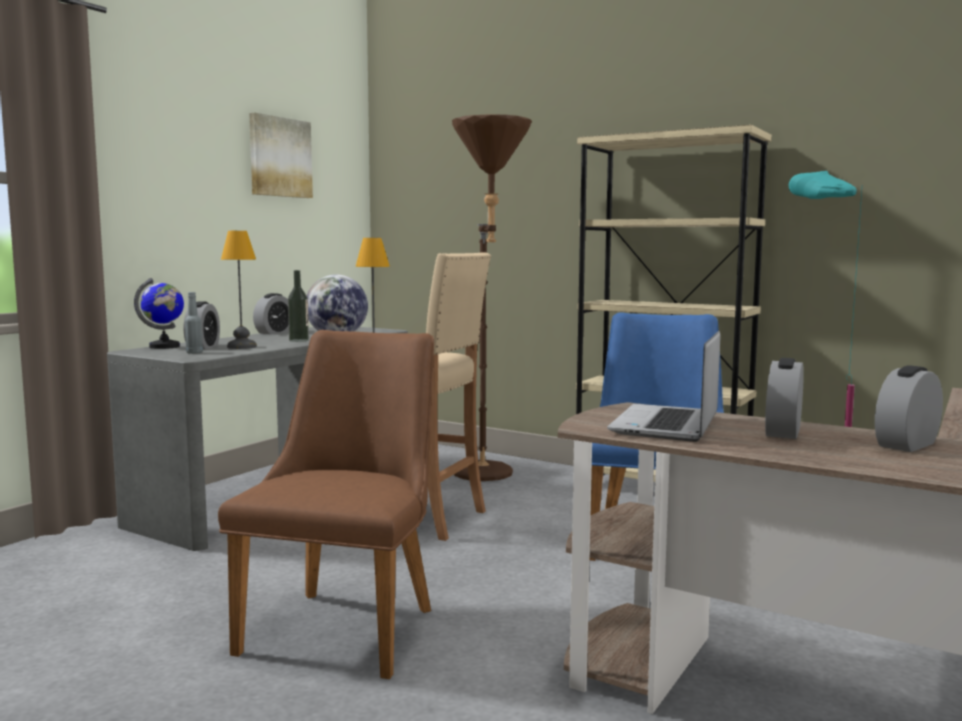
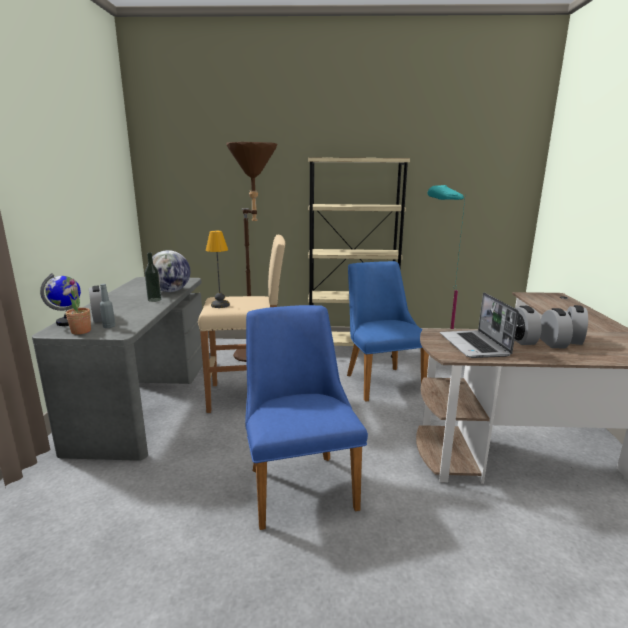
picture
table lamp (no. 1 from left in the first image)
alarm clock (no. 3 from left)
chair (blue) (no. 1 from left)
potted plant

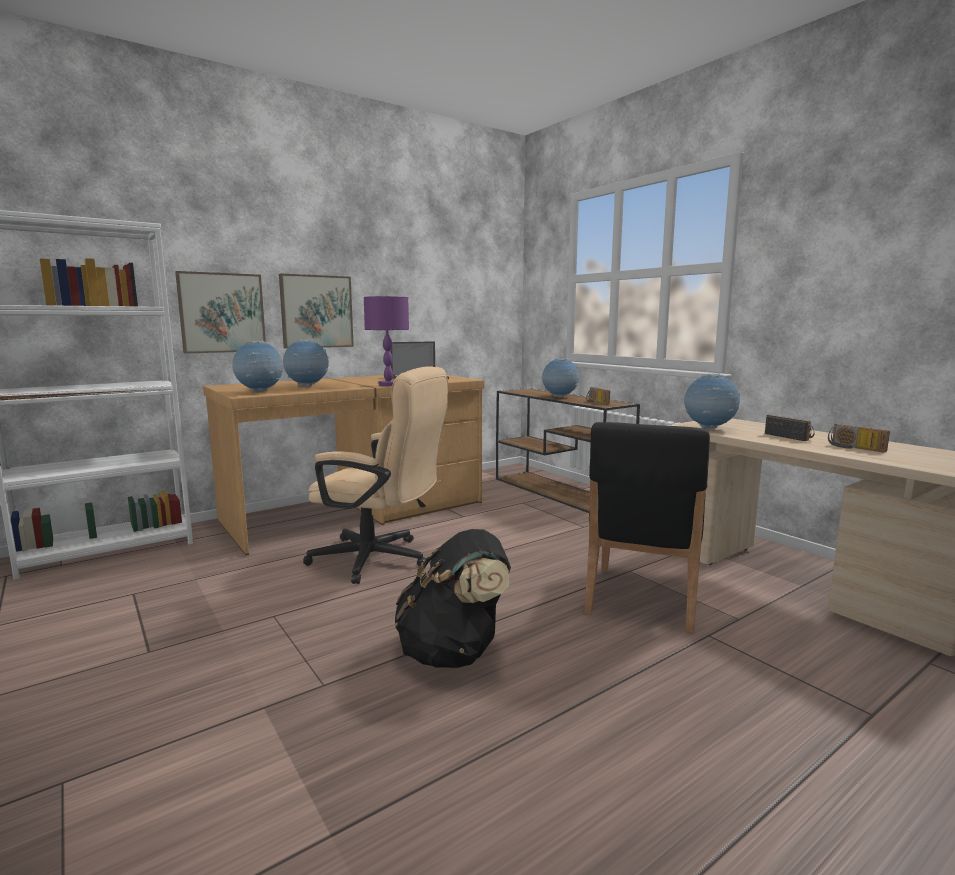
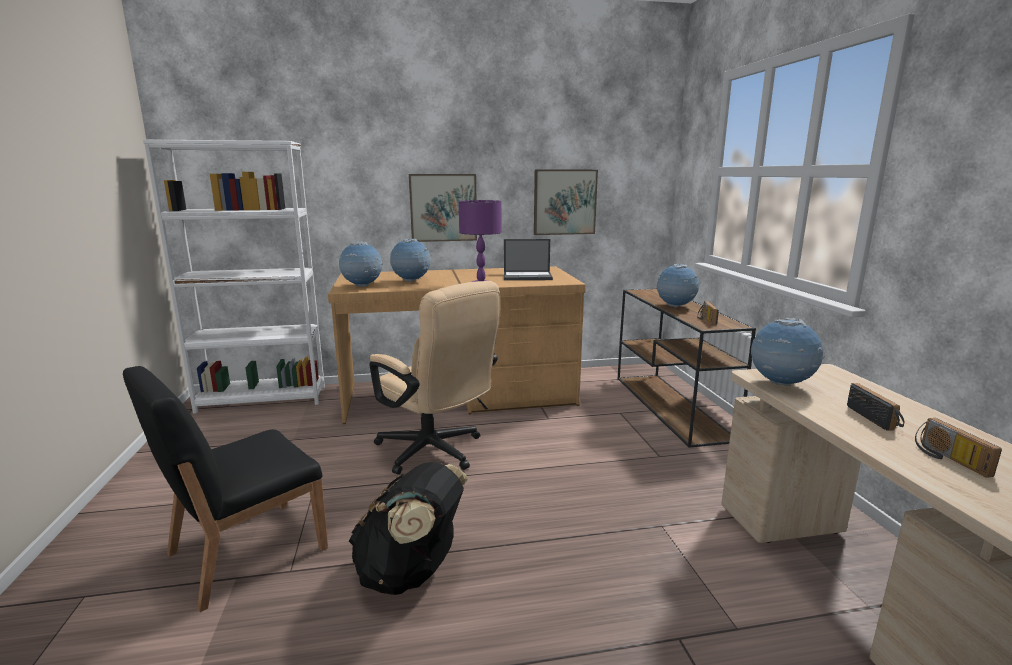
picture (no. 2 from left)
chair (black)

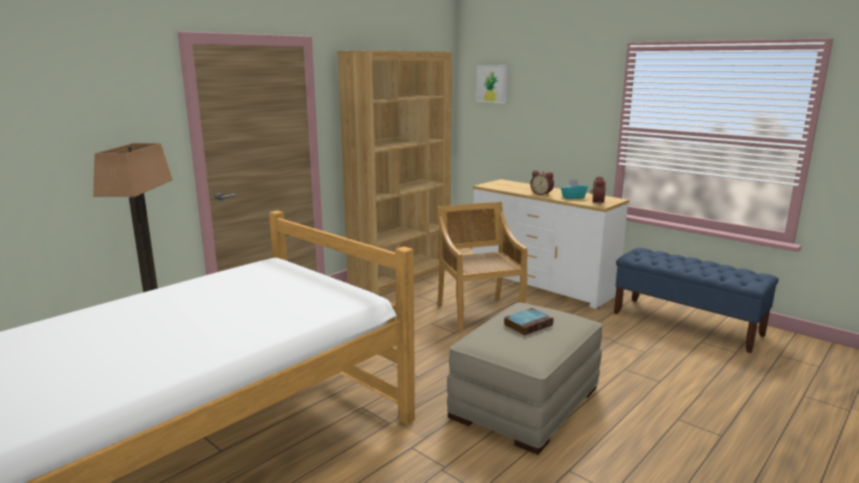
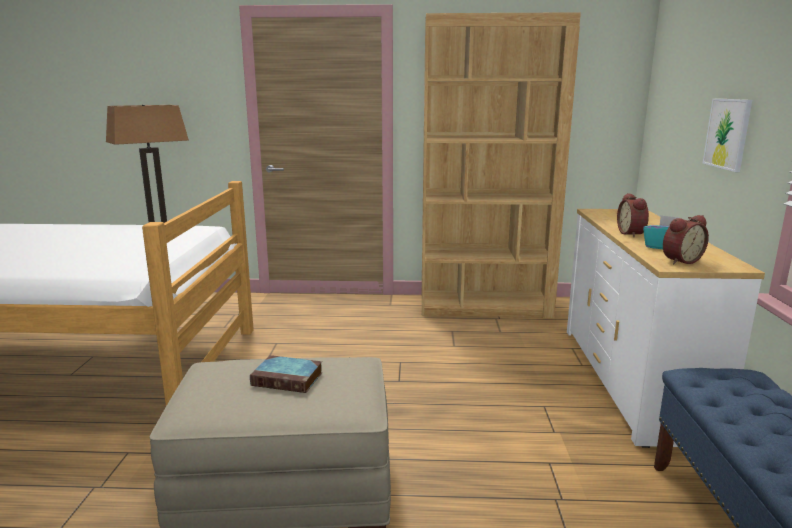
picture
chair (beige)

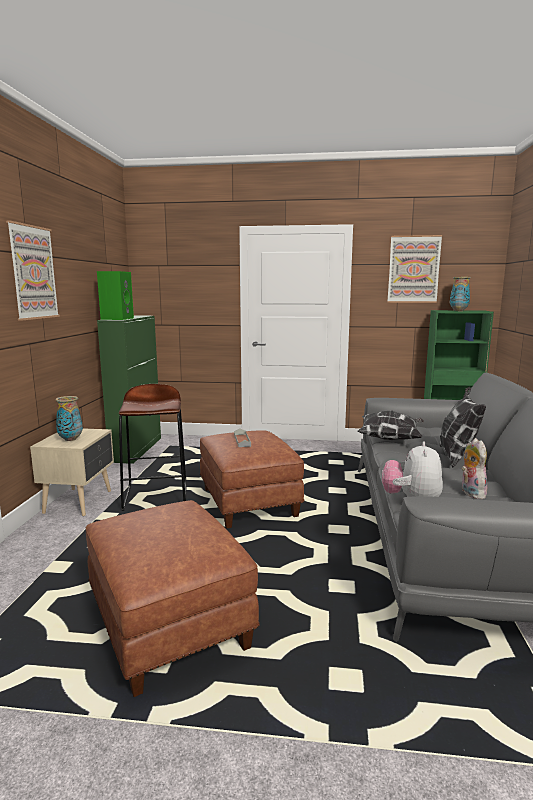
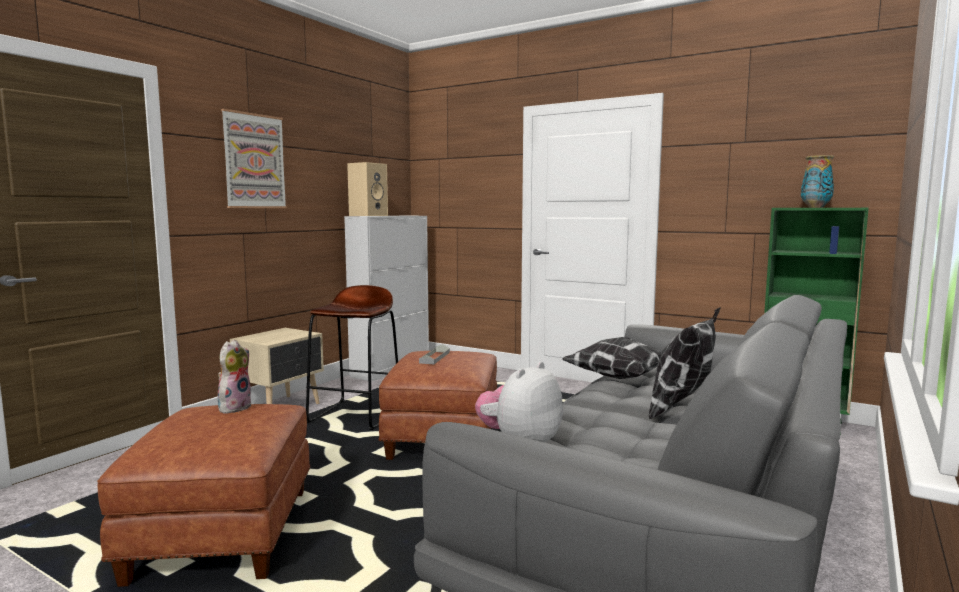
picture (no. 2 from left in the first image)
speaker (beige)
cabinet (white)
vase (no. 1 from left in the first image)
plush toy (no. 1 from left)

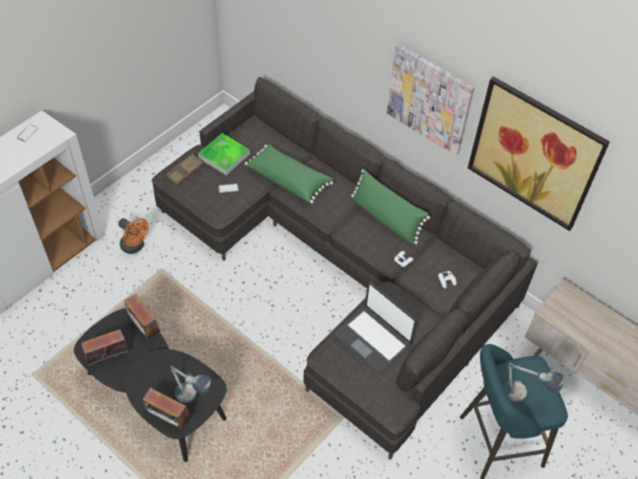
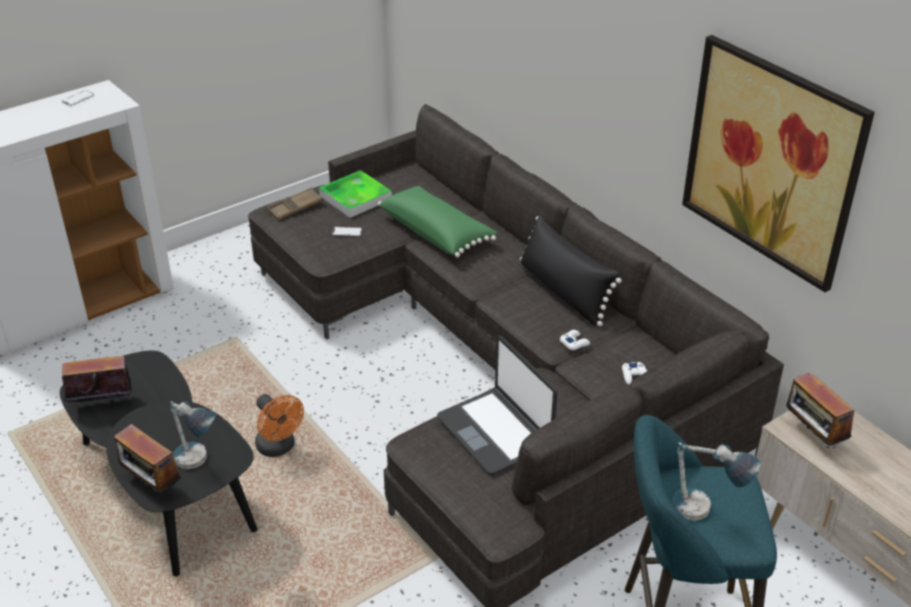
picture (no. 1 from left in the first image)
pillow (black)
fan (orange)
radio (no. 3 from left)

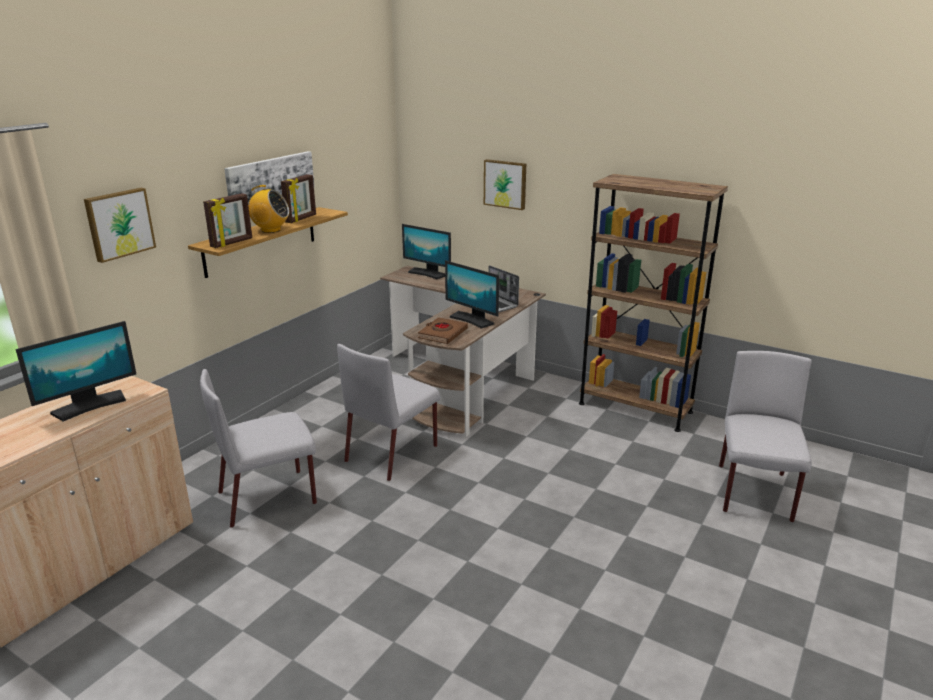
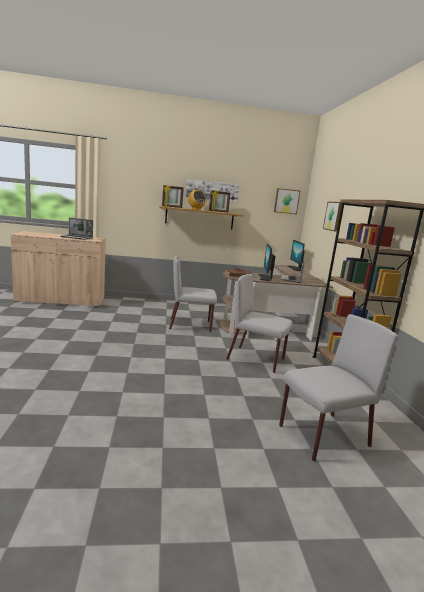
picture (no. 2 from left)
laptop (no. 1 from left)
chair (grey) (no. 2 from left)

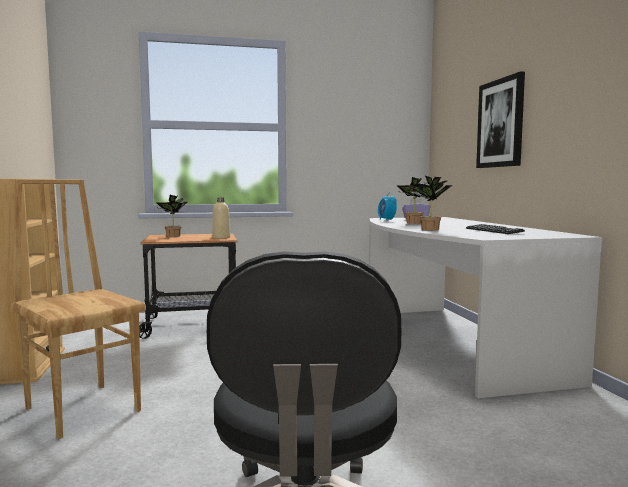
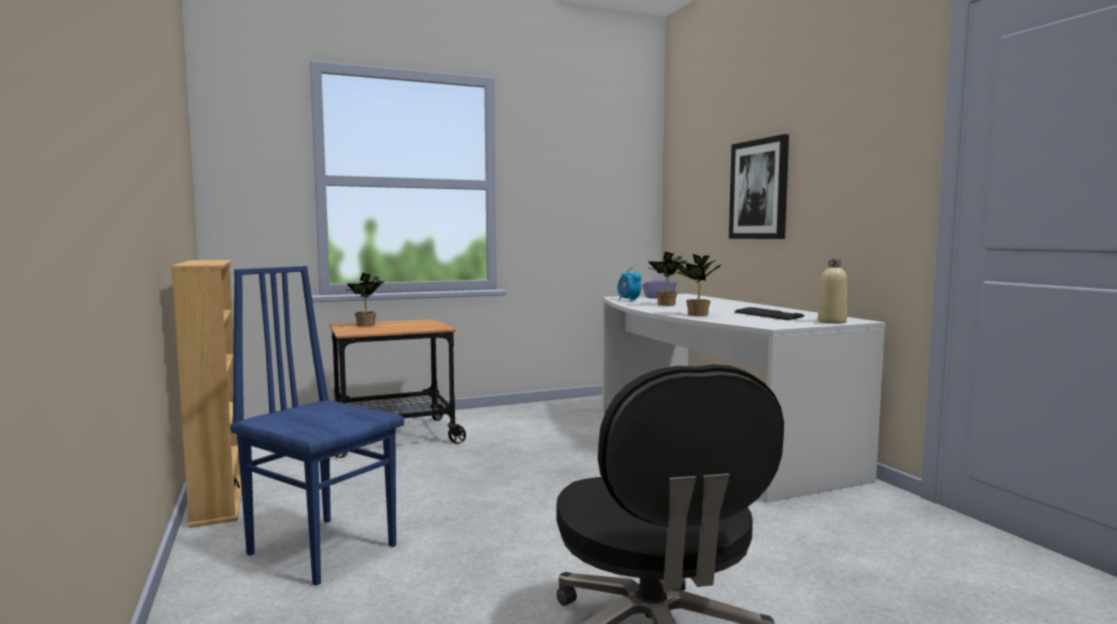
chair (blue)
bottle (beige)

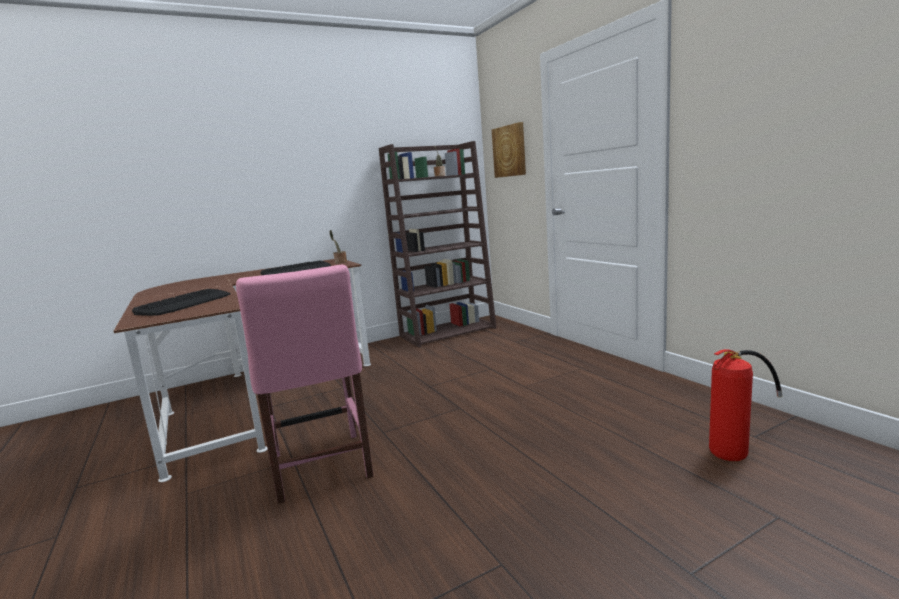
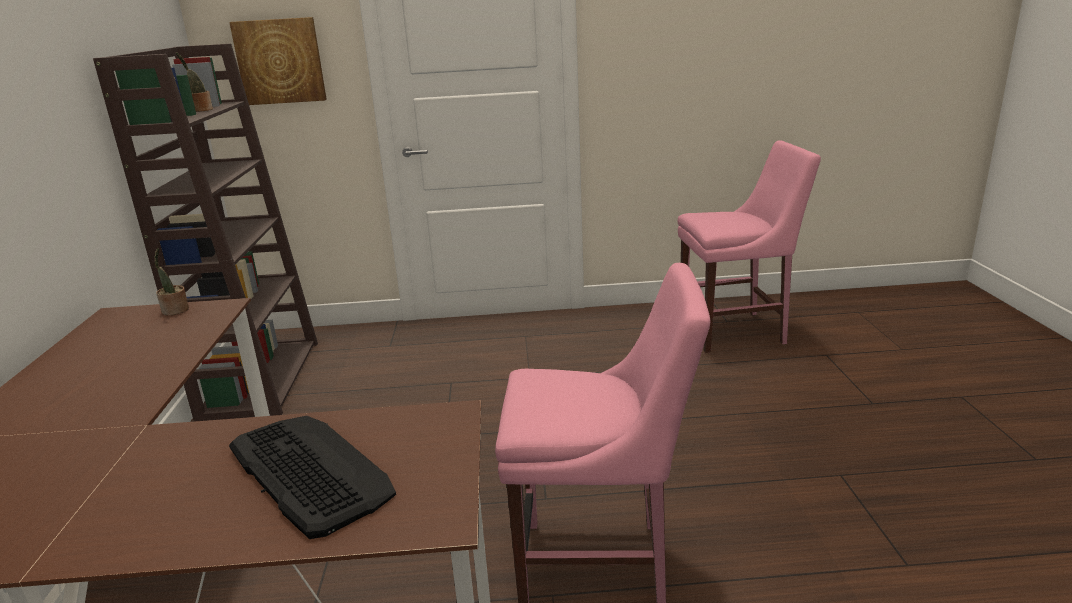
keyboard (no. 2 from left in the first image)
chair (pink) (no. 2 from left)

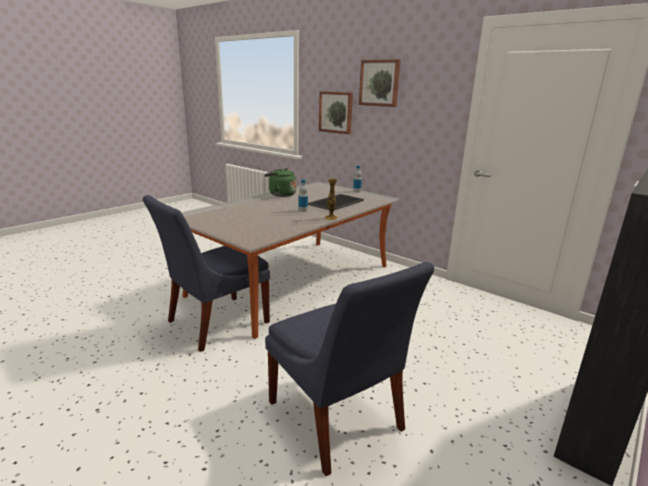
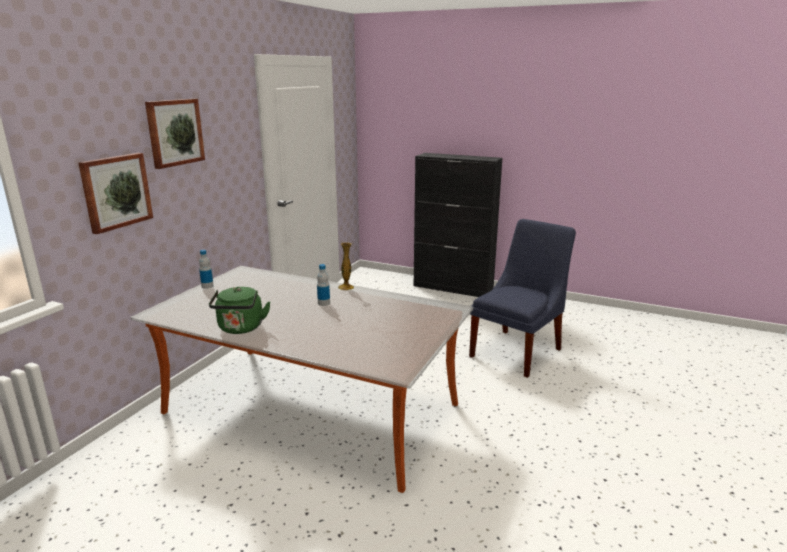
tray
chair (blue) (no. 1 from left in the first image)

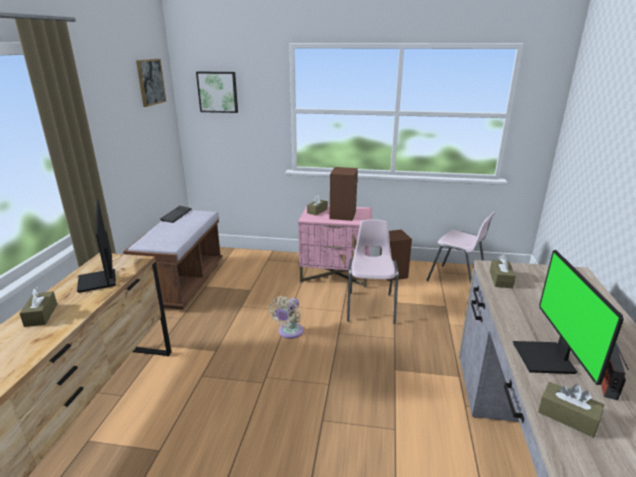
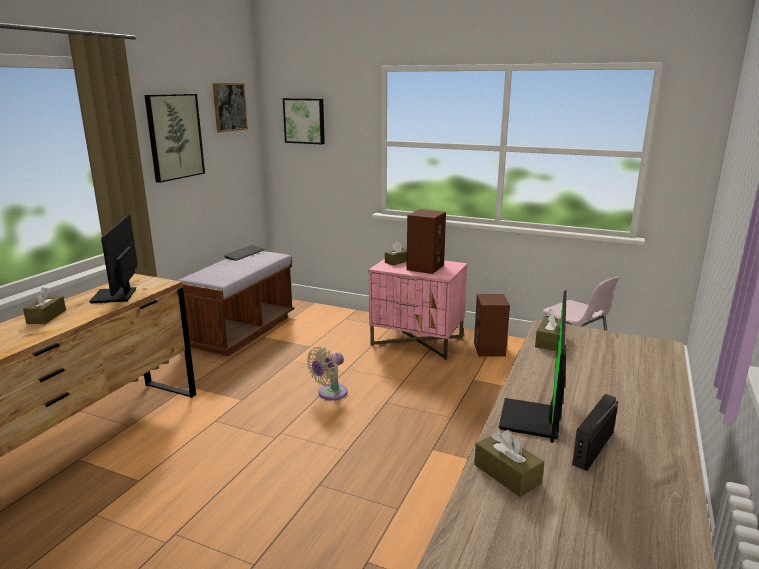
chair (pink) (no. 1 from left in the first image)
picture (no. 1 from left)

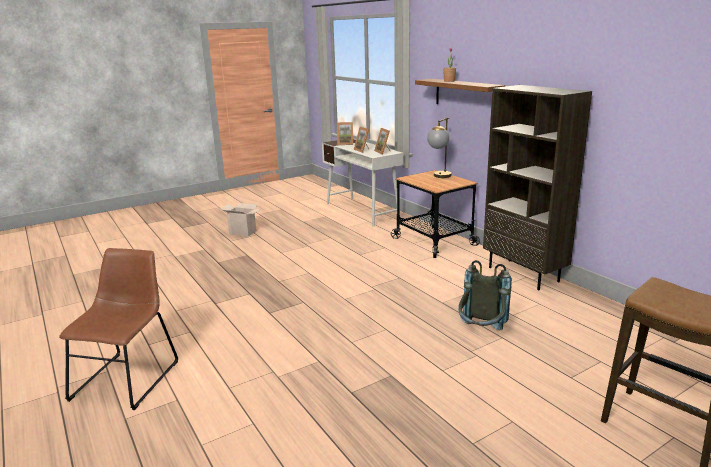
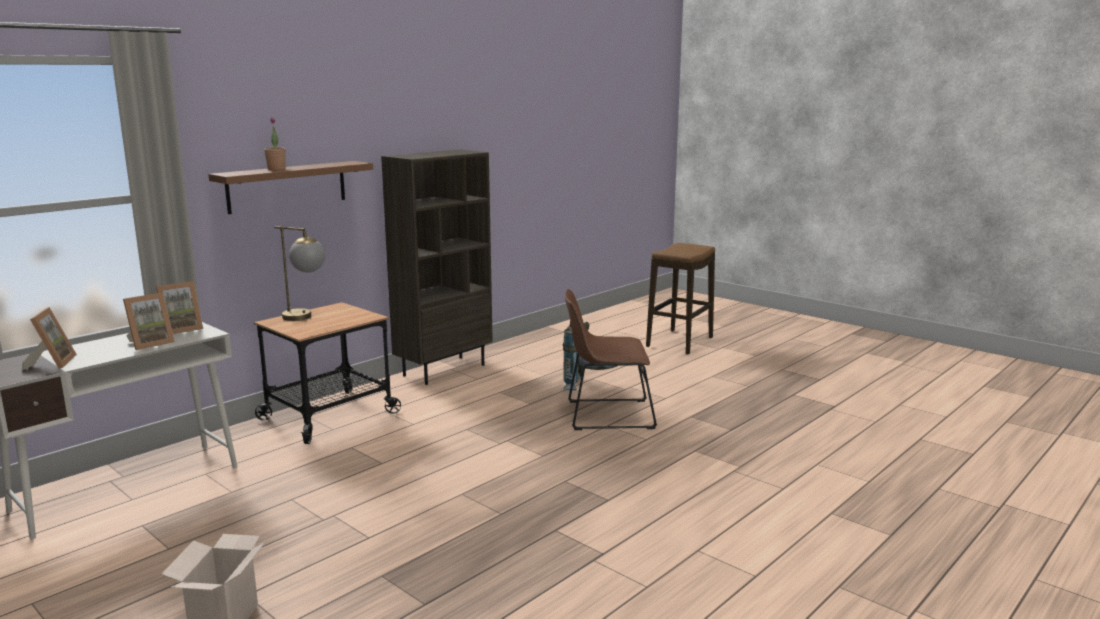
chair (brown)

